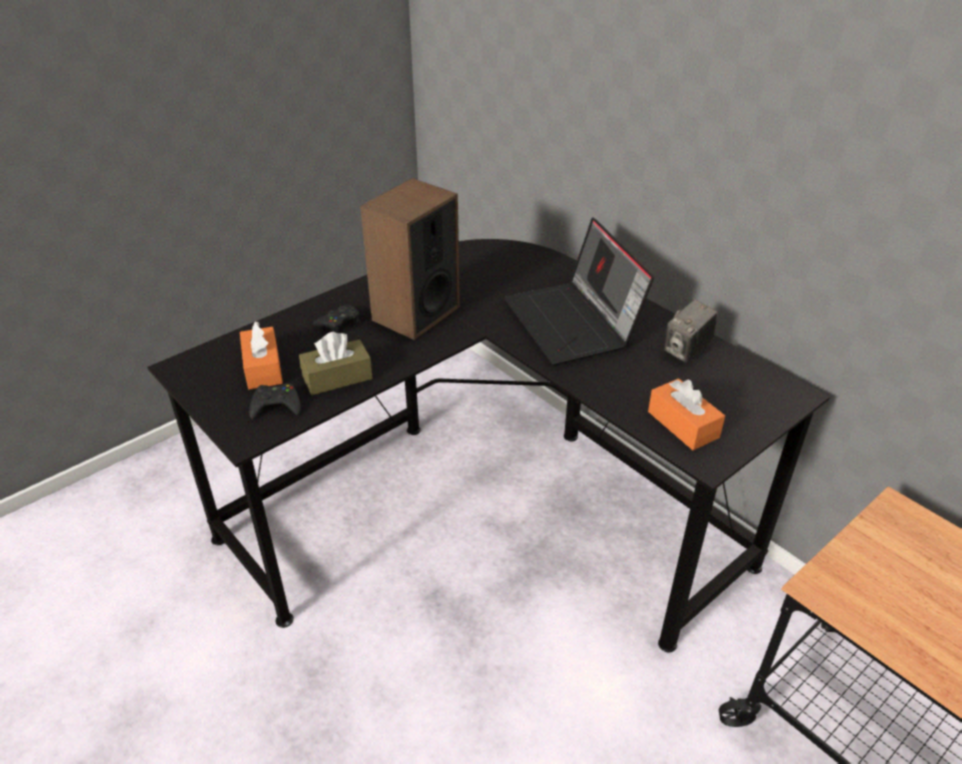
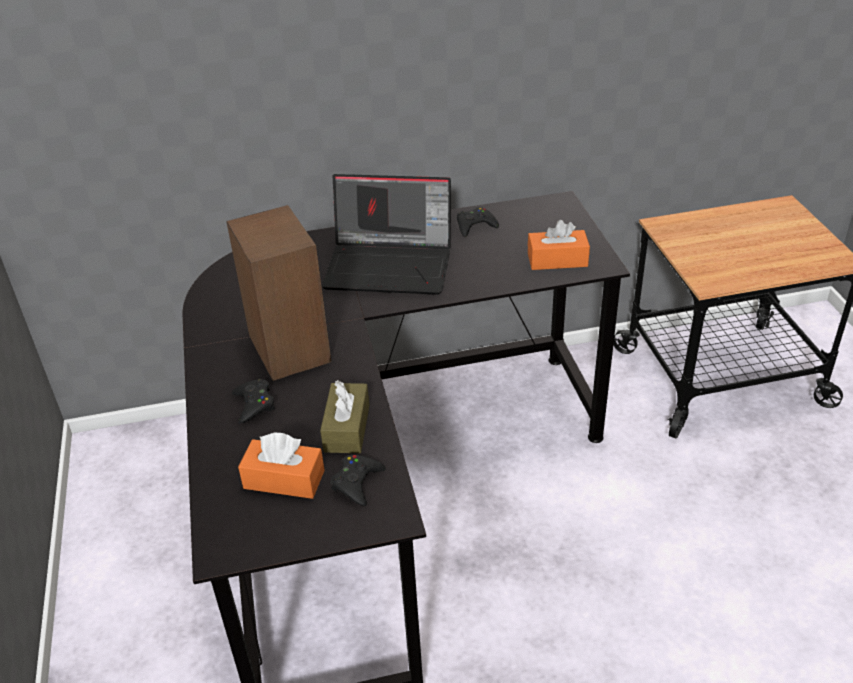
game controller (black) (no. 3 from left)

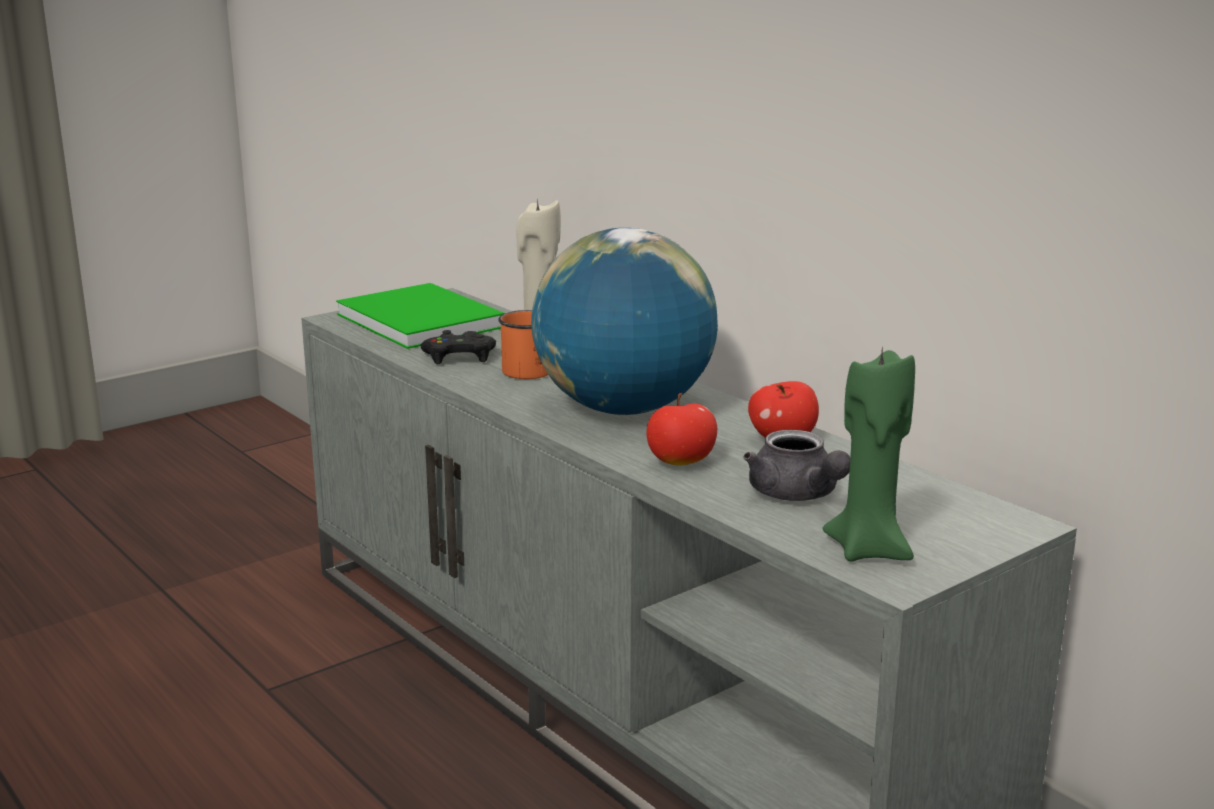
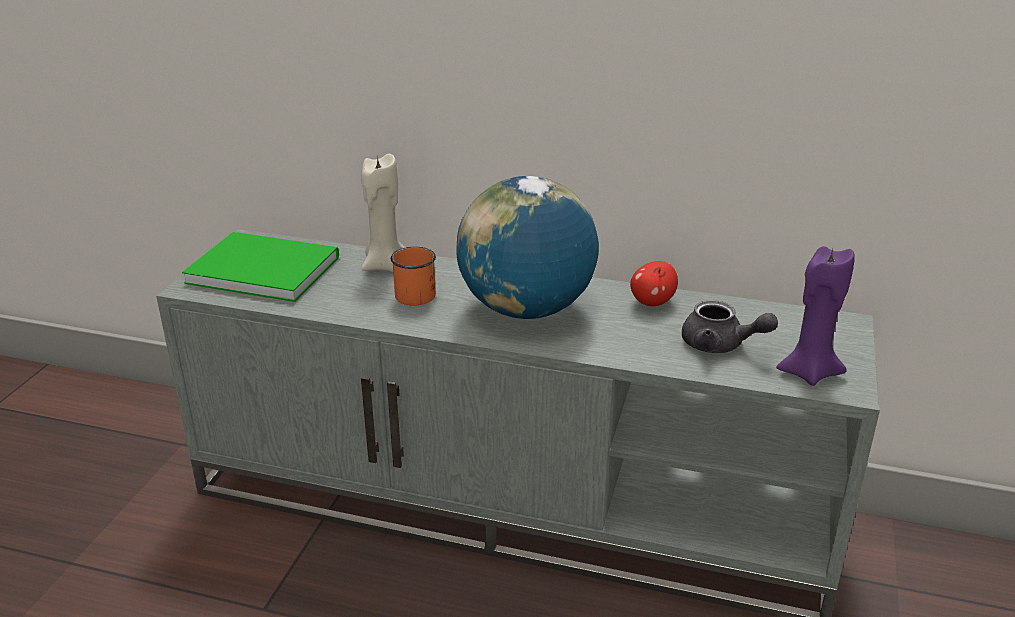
game controller (black)
candle (purple)
apple (no. 1 from left in the first image)

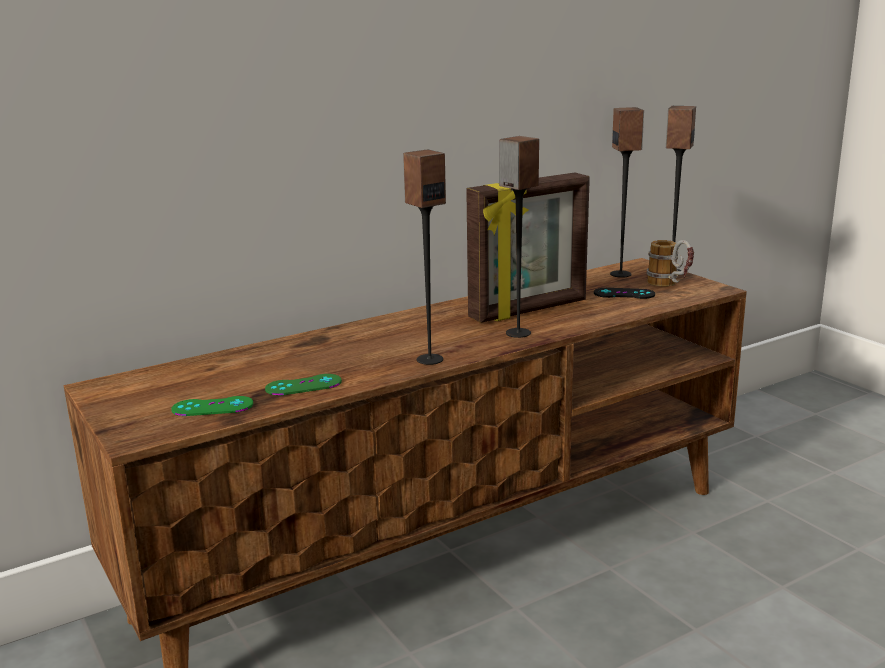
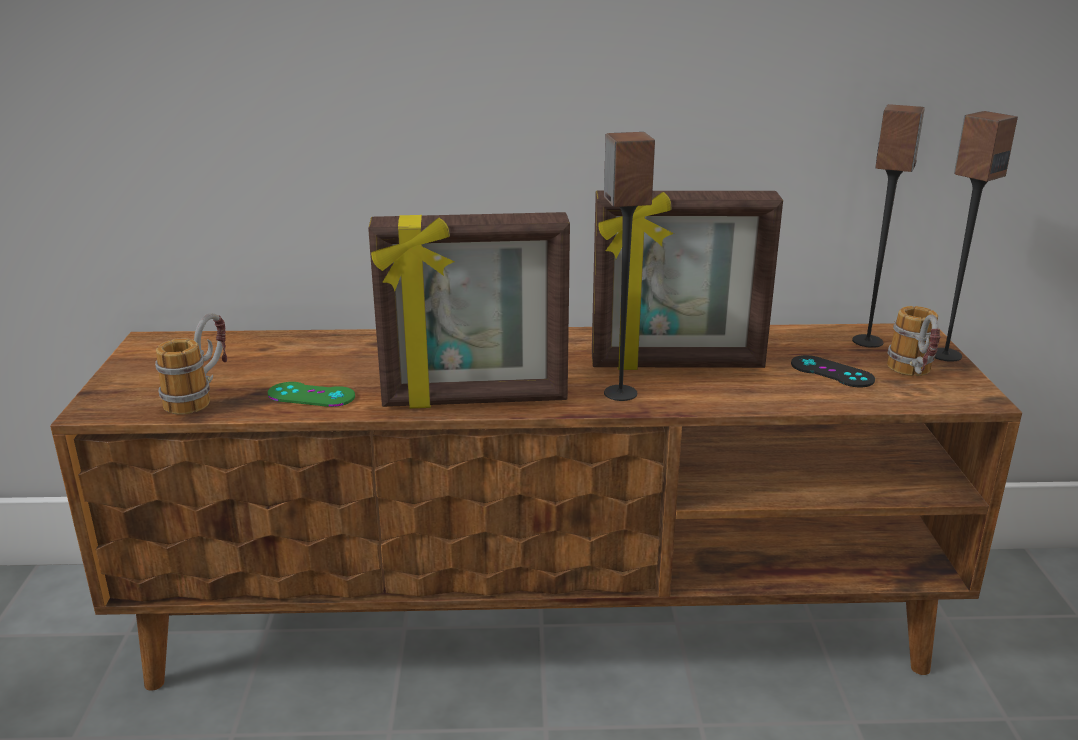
picture frame (no. 1 from left)
mug (no. 1 from left)

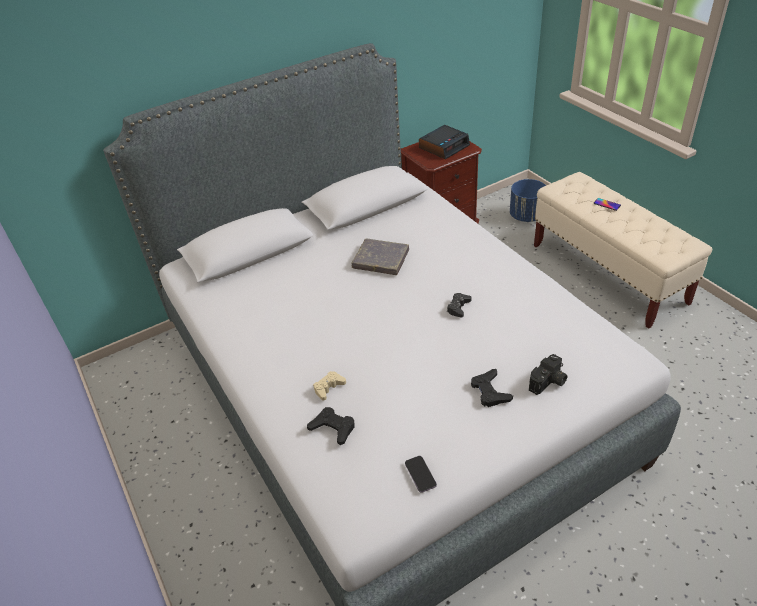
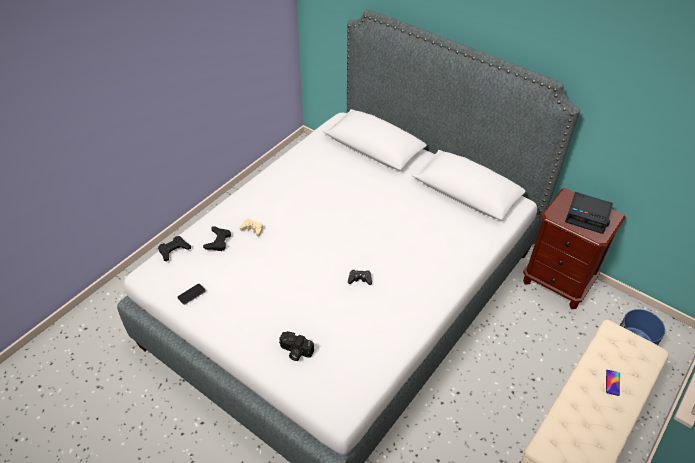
book (grey)
game controller (black) (no. 1 from left)

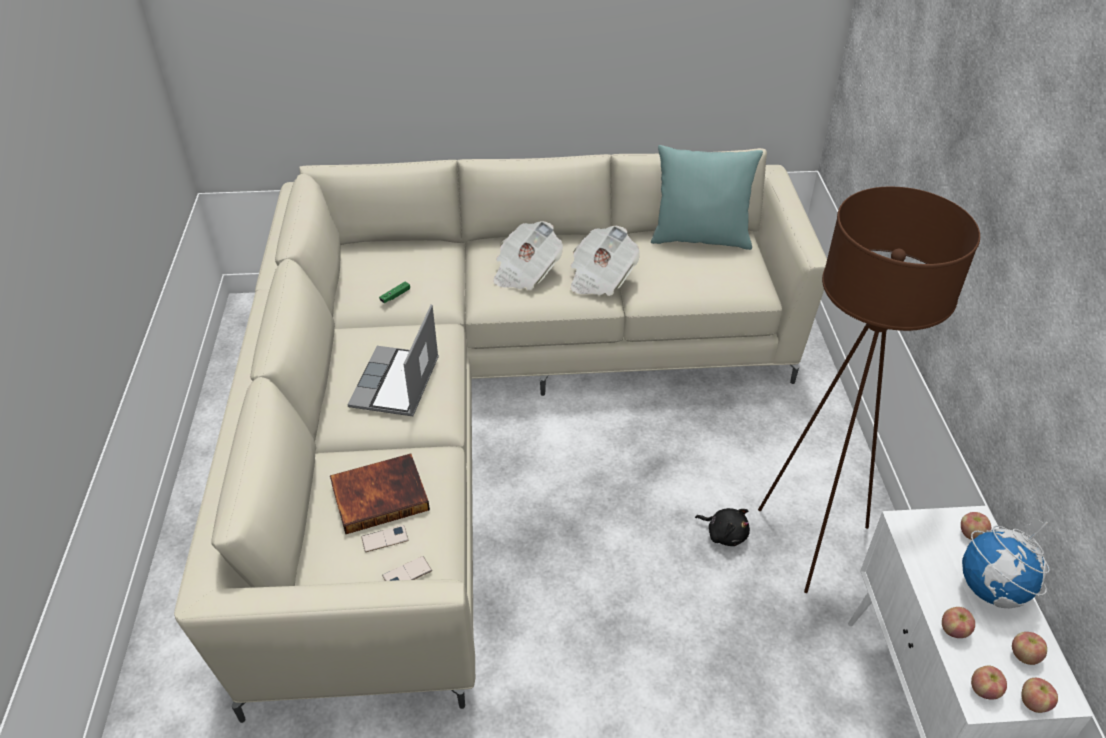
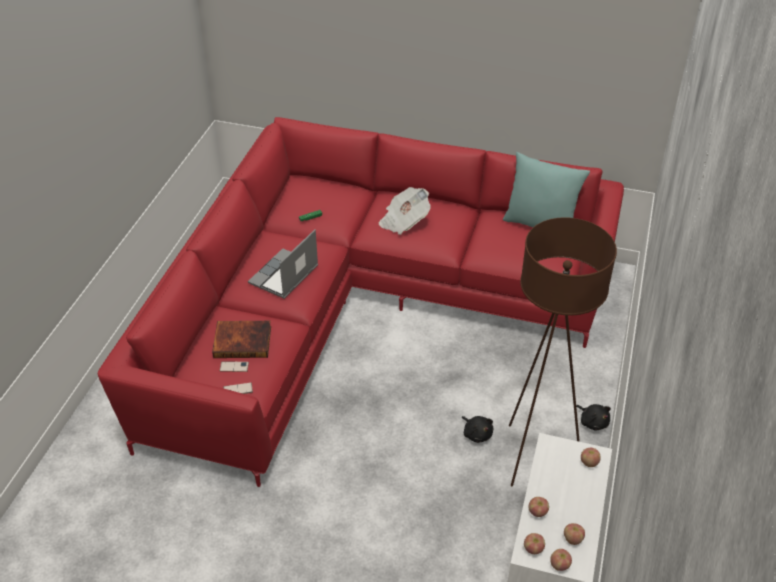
sofa (red)
newspaper (no. 2 from left in the first image)
globe
plush toy (black) (no. 2 from left)

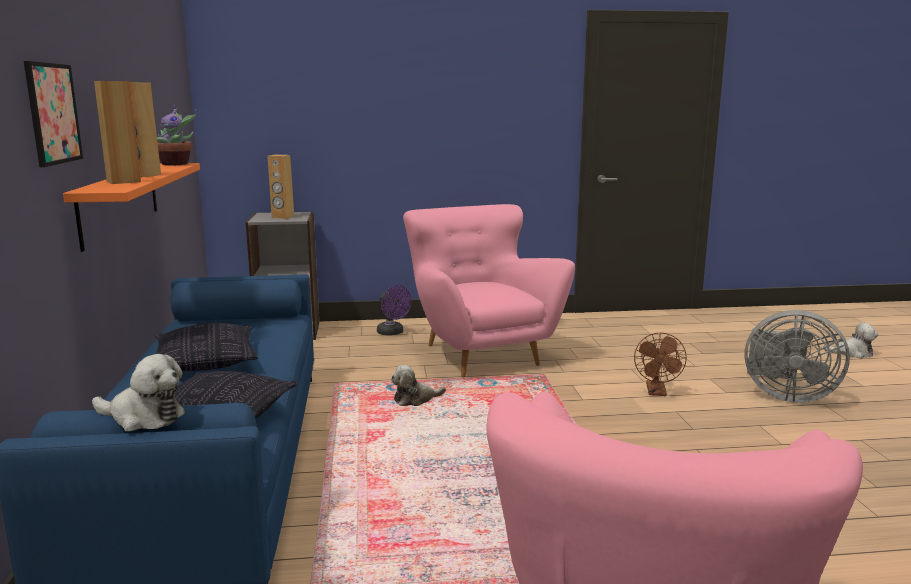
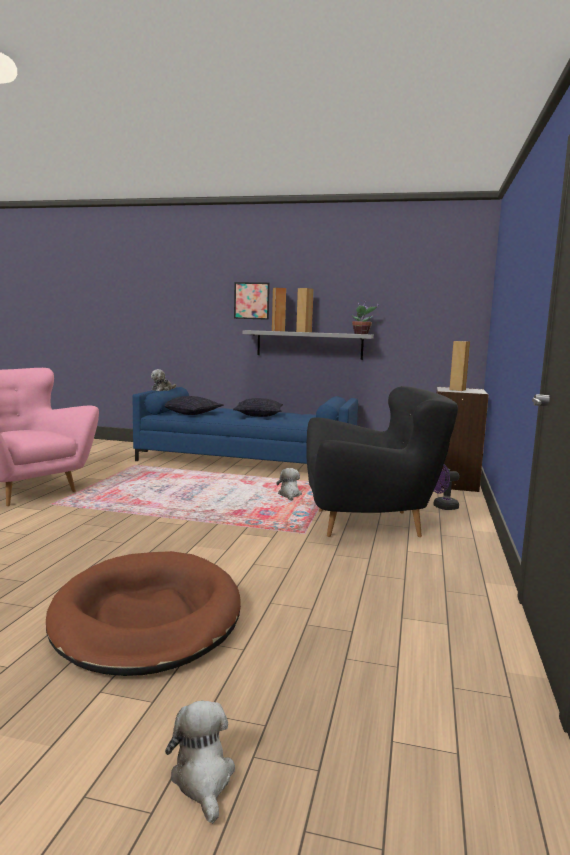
shelf (grey)
armchair (black)
dog bed (brown)
plush toy (no. 2 from left)
fan (brown)

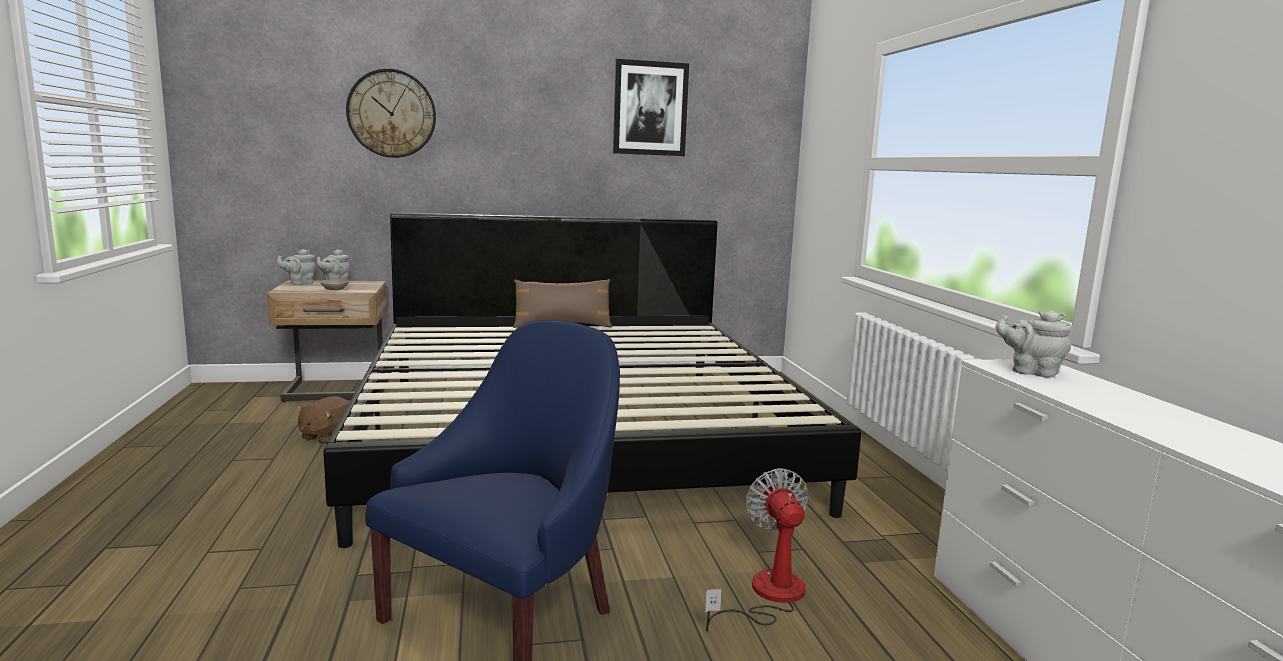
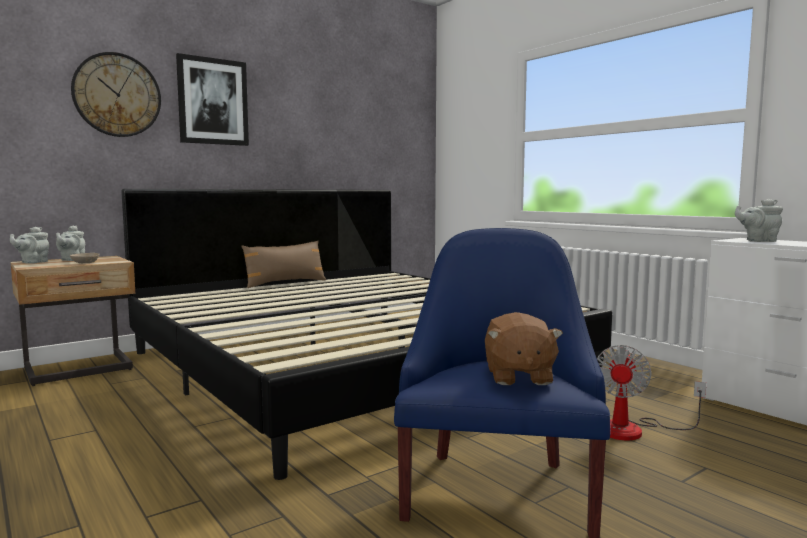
picture
plush toy (brown)
fan

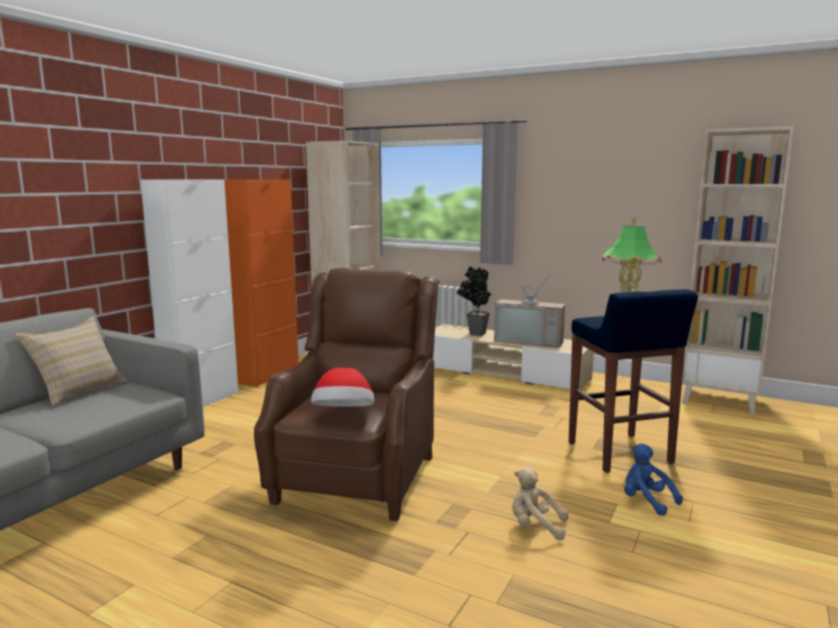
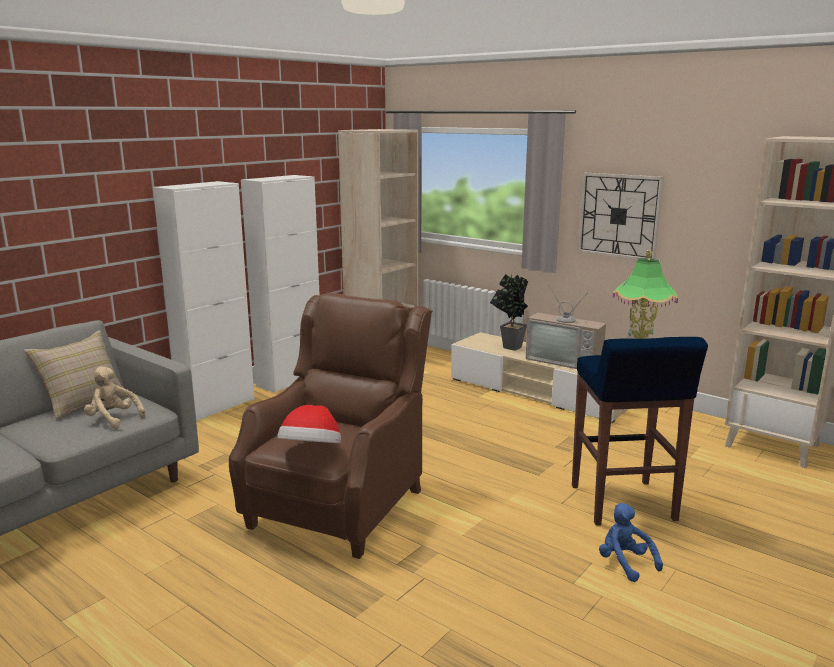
cabinet (white) (no. 2 from left)
plush toy (beige)
wall clock

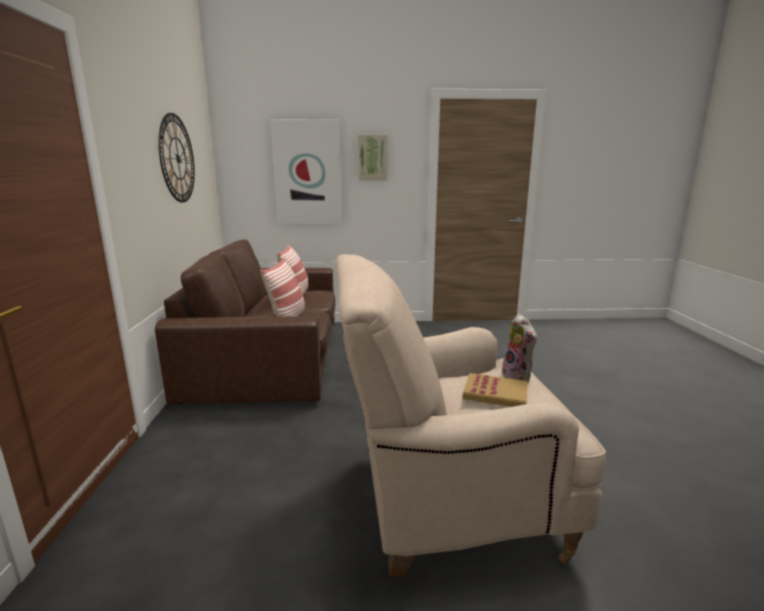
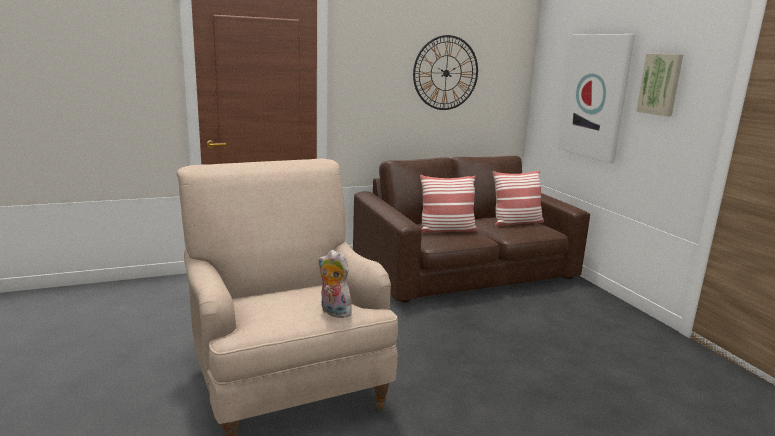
plush toy
book

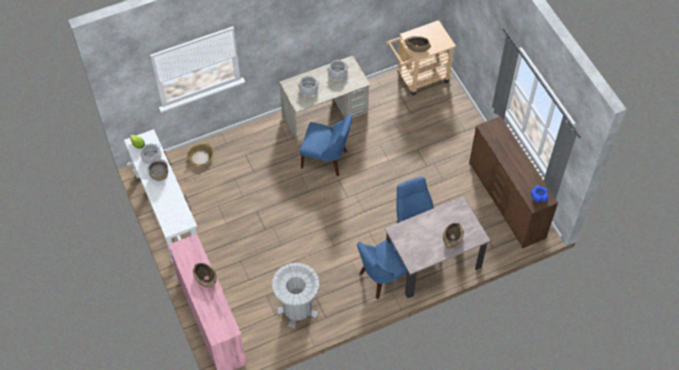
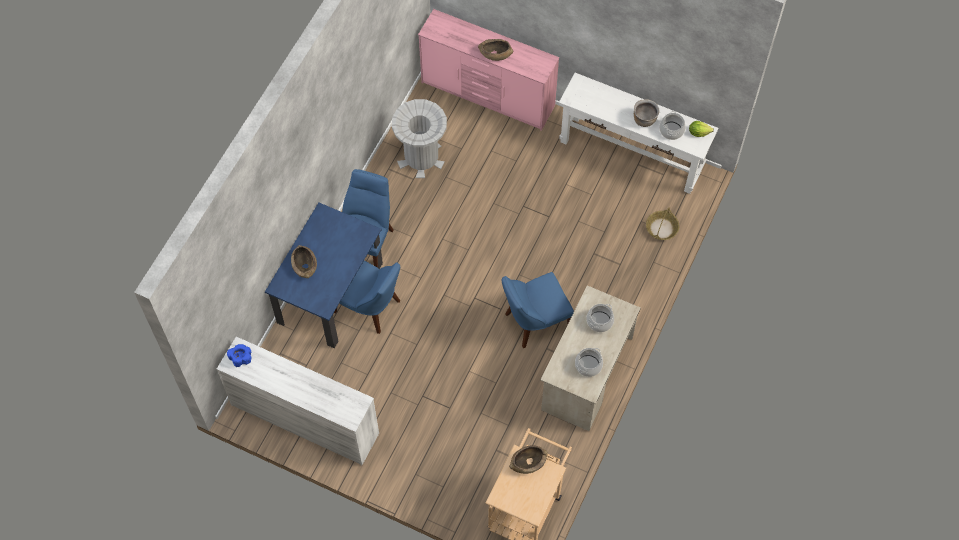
dresser (white)
dining table (blue)

